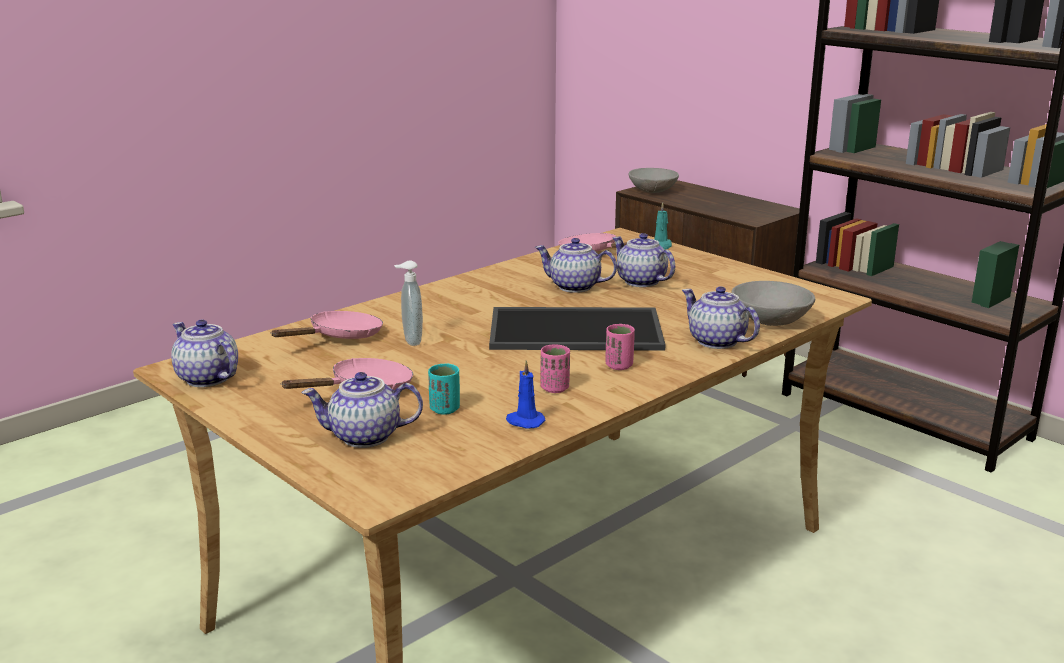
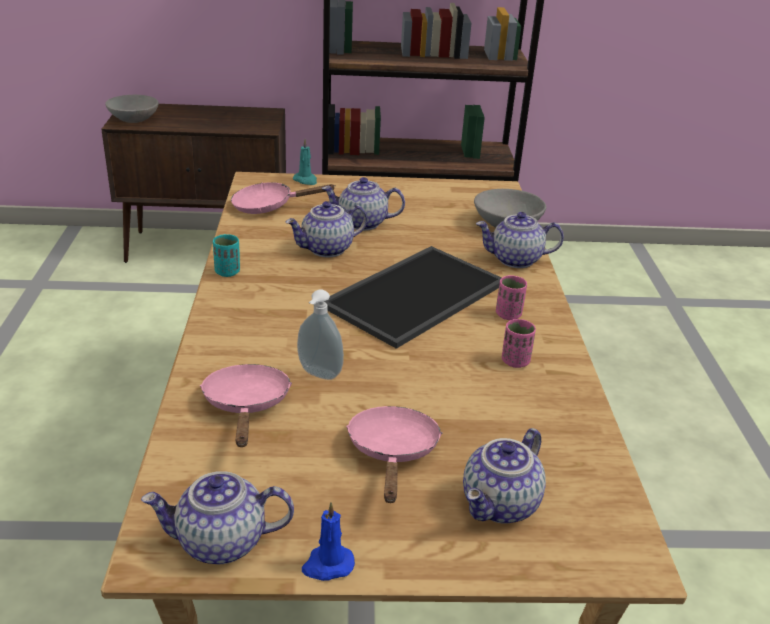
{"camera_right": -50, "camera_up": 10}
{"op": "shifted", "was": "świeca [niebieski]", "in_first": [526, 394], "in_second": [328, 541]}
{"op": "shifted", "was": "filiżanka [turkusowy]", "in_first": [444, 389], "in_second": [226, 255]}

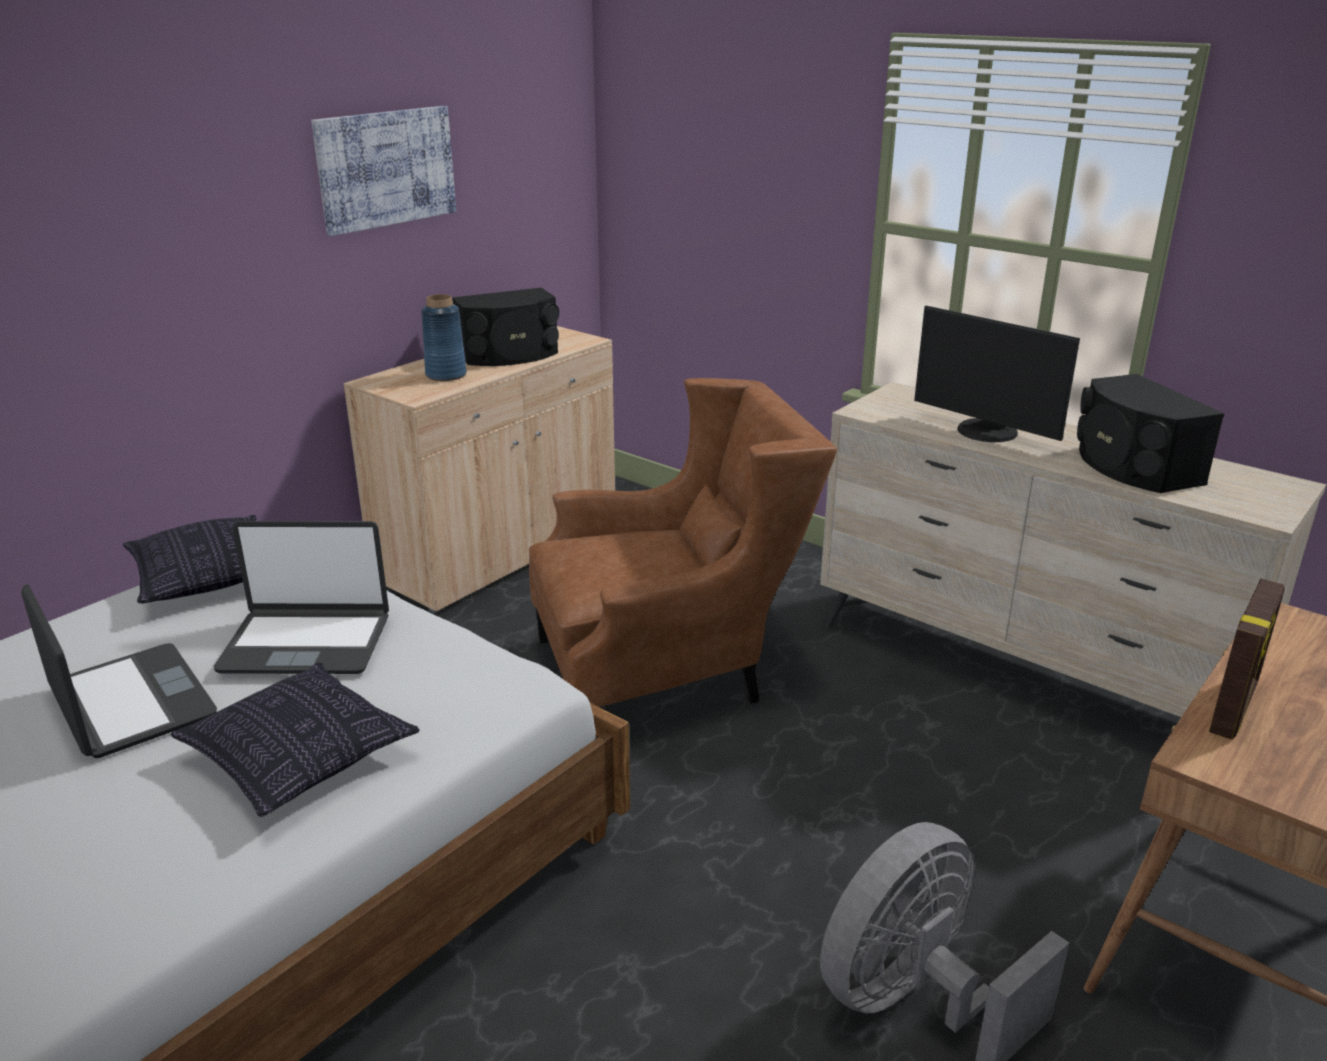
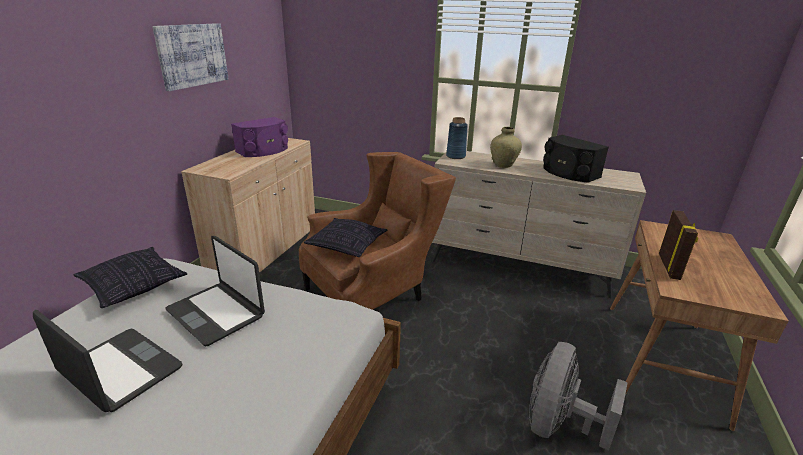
{"camera_right": -20, "camera_up": 0}
{"op": "repainted", "was": "głośnik [czarny]", "now": "głośnik [fioletowy]", "in_first": [505, 327], "in_second": [259, 137]}
{"op": "shifted", "was": "wazon [niebieski]", "in_first": [444, 337], "in_second": [457, 138]}
{"op": "swapped", "was": "monitor", "now": "wazon [beżowy]", "in_first": [997, 374], "in_second": [506, 147]}
{"op": "rotated", "was": "laptop", "in_first": [301, 597], "in_second": [215, 291], "clockwise": 60}
{"op": "shifted", "was": "poduszka", "in_first": [295, 739], "in_second": [346, 237]}

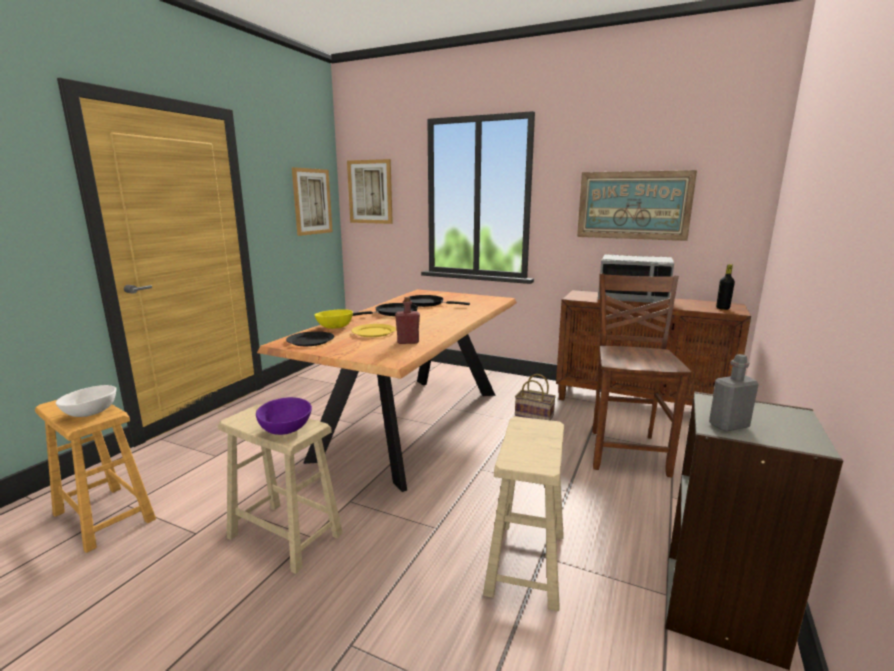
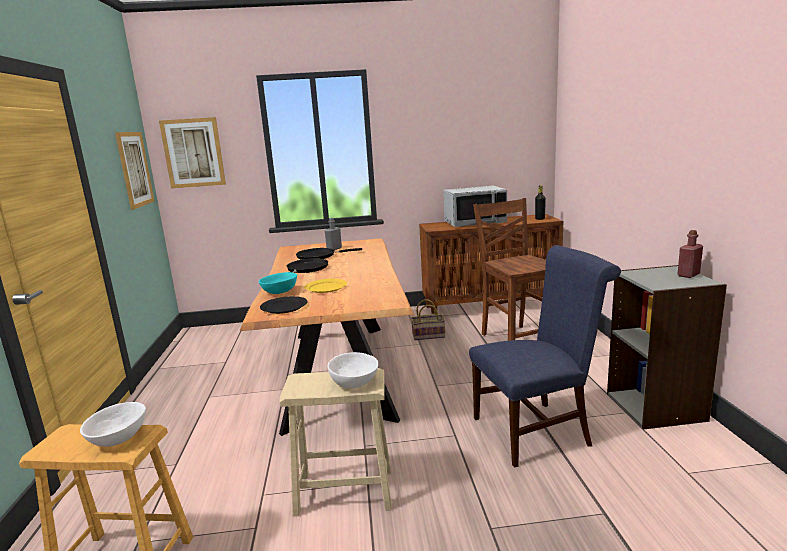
{"camera_right": -30, "camera_up": 0}
{"op": "gone", "was": "obraz", "in_first": [637, 205]}
{"op": "shifted", "was": "butelka [czerwony]", "in_first": [407, 320], "in_second": [690, 254]}
{"op": "repainted", "was": "miska [żółty]", "now": "miska [turkusowy]", "in_first": [334, 319], "in_second": [278, 283]}
{"op": "shifted", "was": "butelka [szary]", "in_first": [734, 393], "in_second": [333, 234]}
{"op": "repainted", "was": "miska [fioletowy]", "now": "miska [biały]", "in_first": [284, 416], "in_second": [353, 370]}
{"op": "swapped", "was": "stołek [beżowy]", "now": "krzesło [niebieski]", "in_first": [523, 513], "in_second": [545, 356]}

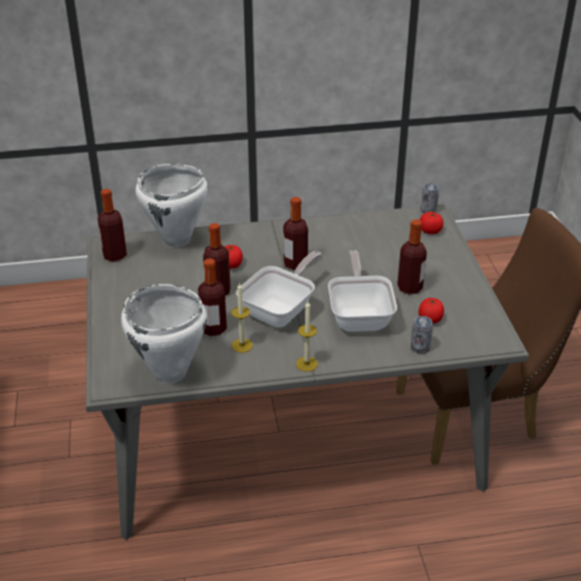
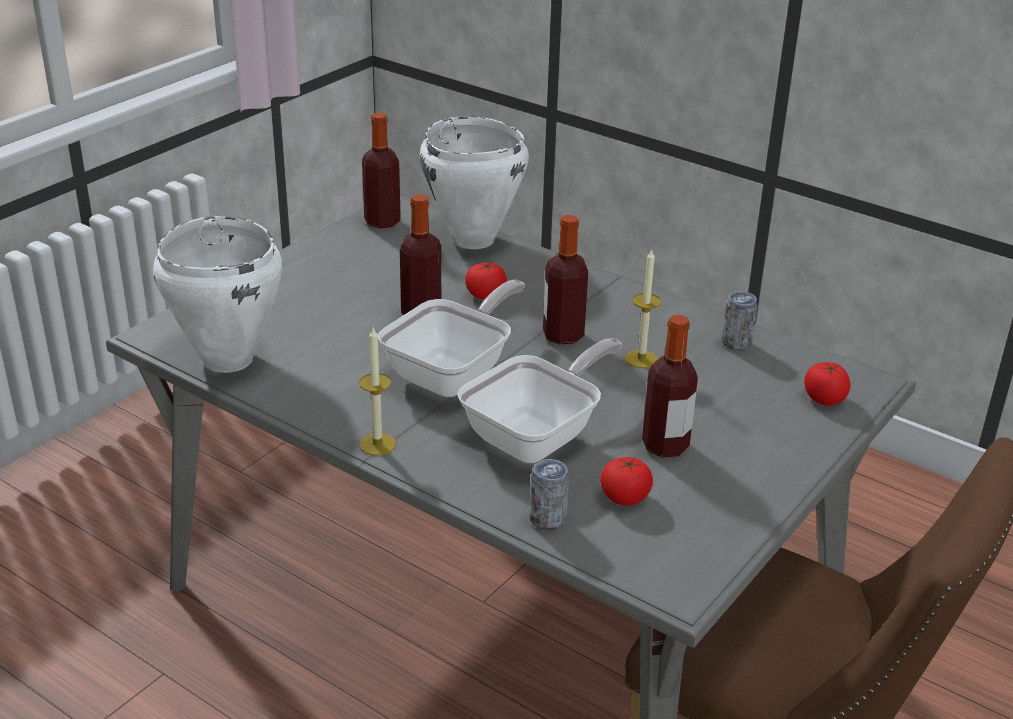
{"camera_right": 45, "camera_up": -5}
{"op": "shifted", "was": "puszka", "in_first": [429, 198], "in_second": [739, 320]}
{"op": "rotated", "was": "patelnia", "in_first": [278, 289], "in_second": [451, 338], "clockwise": -45}
{"op": "gone", "was": "butelka", "in_first": [212, 297]}
{"op": "shifted", "was": "świeca", "in_first": [242, 317], "in_second": [643, 308]}

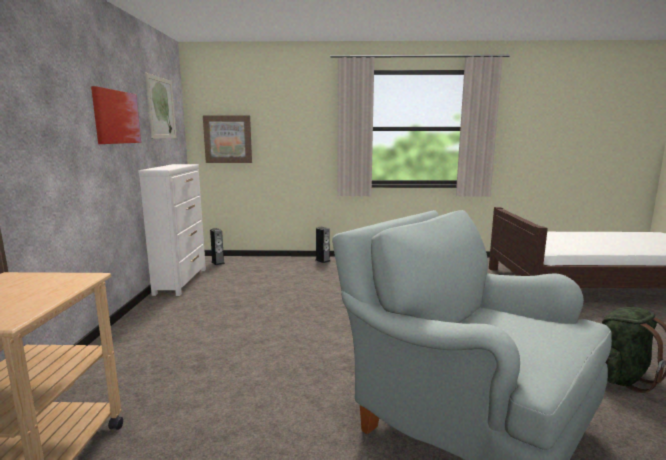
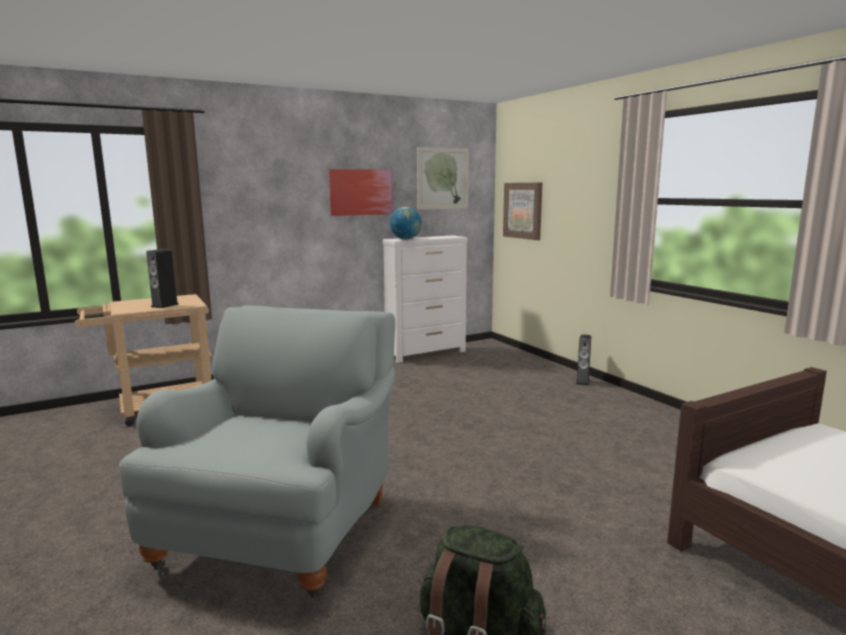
{"camera_right": 60, "camera_up": 0}
{"op": "shifted", "was": "głośnik", "in_first": [217, 246], "in_second": [162, 278]}
{"op": "new", "now": "globus", "in_second": [406, 223]}

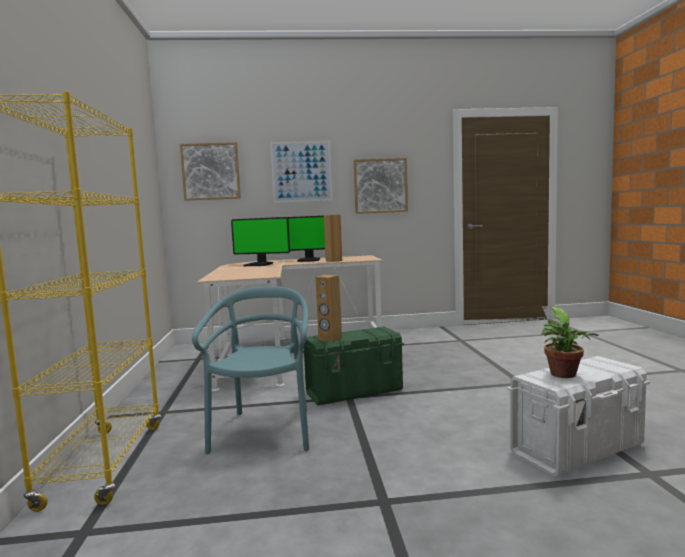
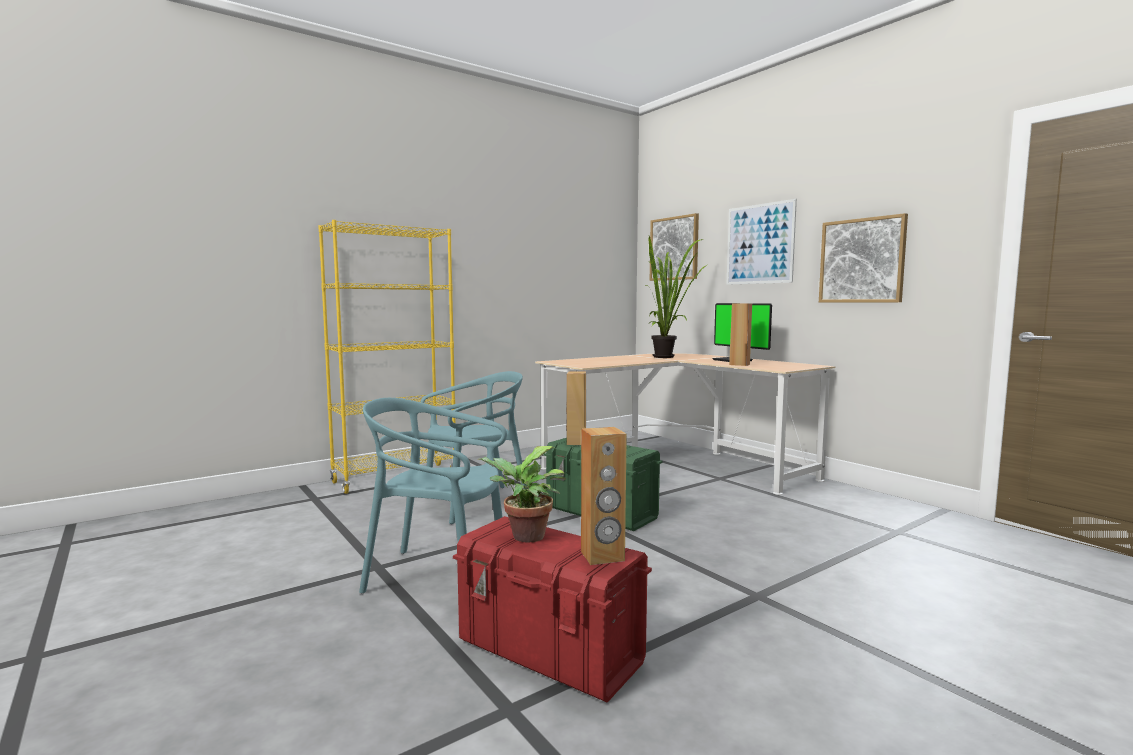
{"camera_right": 60, "camera_up": 0}
{"op": "swapped", "was": "monitor", "now": "roślina doniczkowa", "in_first": [260, 241], "in_second": [677, 297]}
{"op": "repainted", "was": "pojemnik do przechowywania [biały]", "now": "pojemnik do przechowywania [czerwony]", "in_first": [578, 416], "in_second": [552, 609]}
{"op": "new", "now": "krzesło [turkusowy]", "in_second": [433, 495]}
{"op": "new", "now": "głośnik [brązowy]", "in_second": [604, 496]}

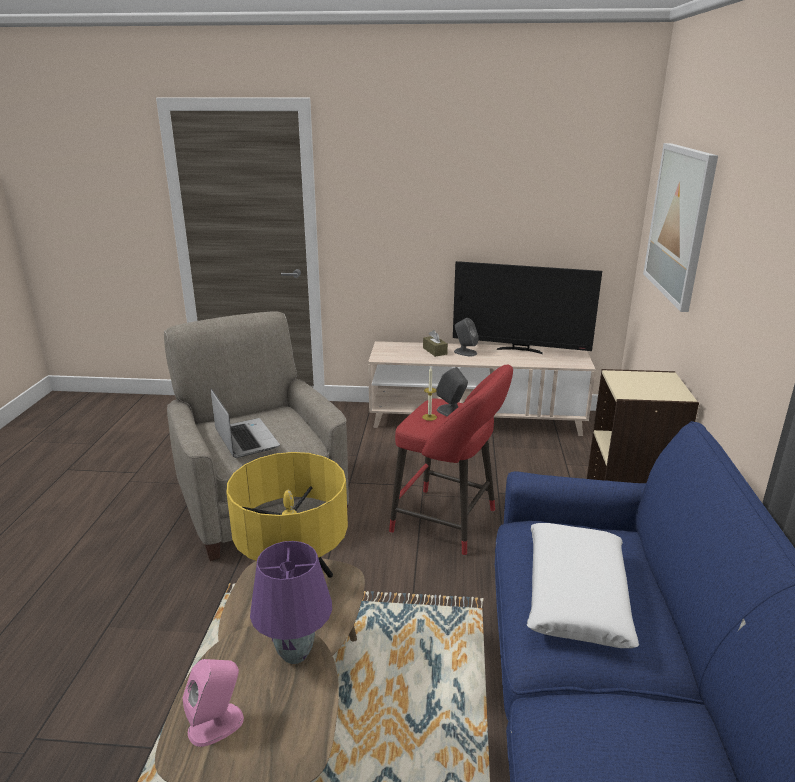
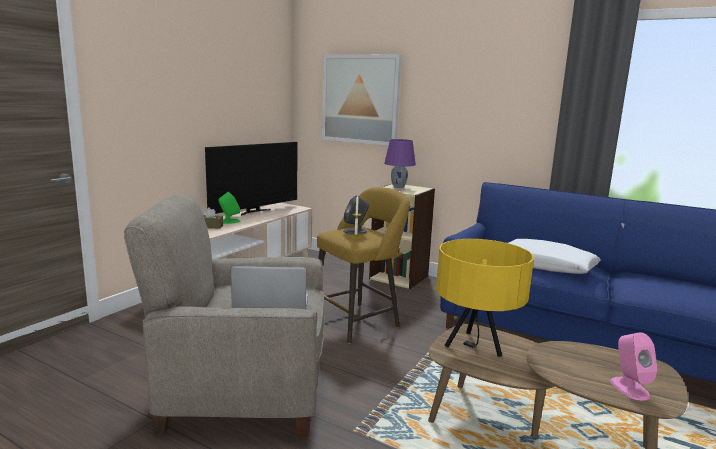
{"camera_right": -65, "camera_up": -10}
{"op": "repainted", "was": "głośnik [szary]", "now": "głośnik [zielony]", "in_first": [466, 337], "in_second": [229, 208]}
{"op": "repainted", "was": "stołek [czerwony]", "now": "stołek [żółty]", "in_first": [451, 460], "in_second": [363, 265]}
{"op": "shifted", "was": "lampa stołowa [fioletowy]", "in_first": [291, 602], "in_second": [400, 163]}

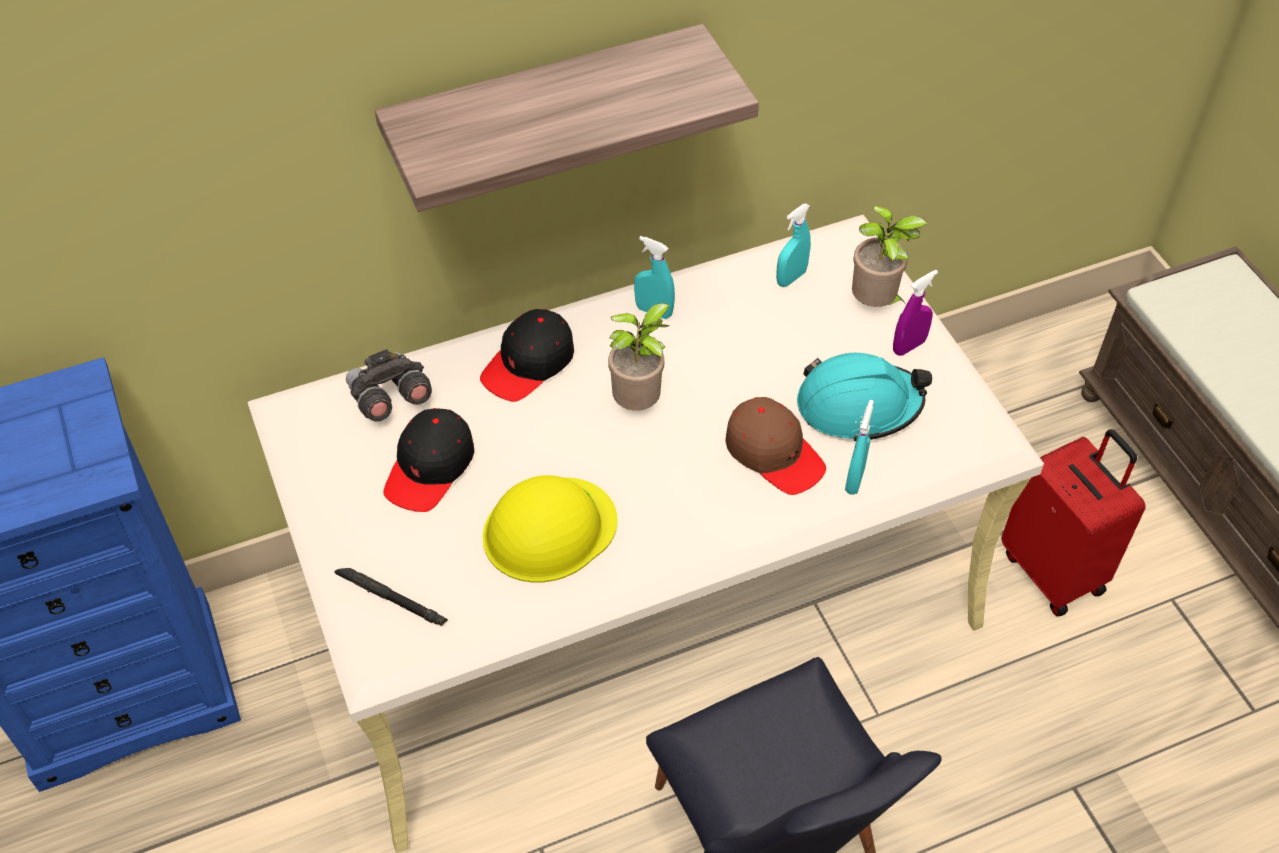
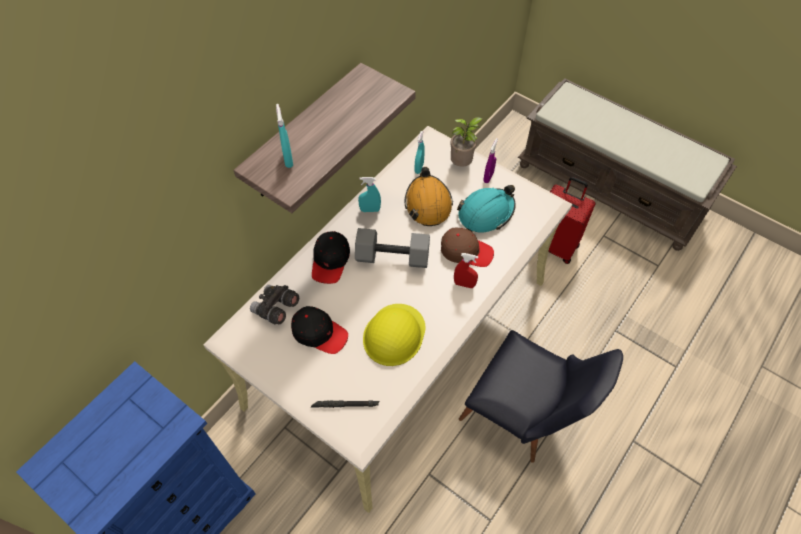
{"camera_right": -30, "camera_up": 5}
{"op": "swapped", "was": "roślina doniczkowa", "now": "hantel [szary]", "in_first": [639, 357], "in_second": [392, 248]}
{"op": "shifted", "was": "spryskiwacz [turkusowy]", "in_first": [859, 447], "in_second": [284, 136]}
{"op": "rotated", "was": "czapka z daszkiem [czarny]", "in_first": [428, 460], "in_second": [319, 330], "clockwise": -60}
{"op": "new", "now": "kask [pomarańczowy]", "in_second": [429, 196]}
{"op": "new", "now": "spryskiwacz [czerwony]", "in_second": [466, 270]}

